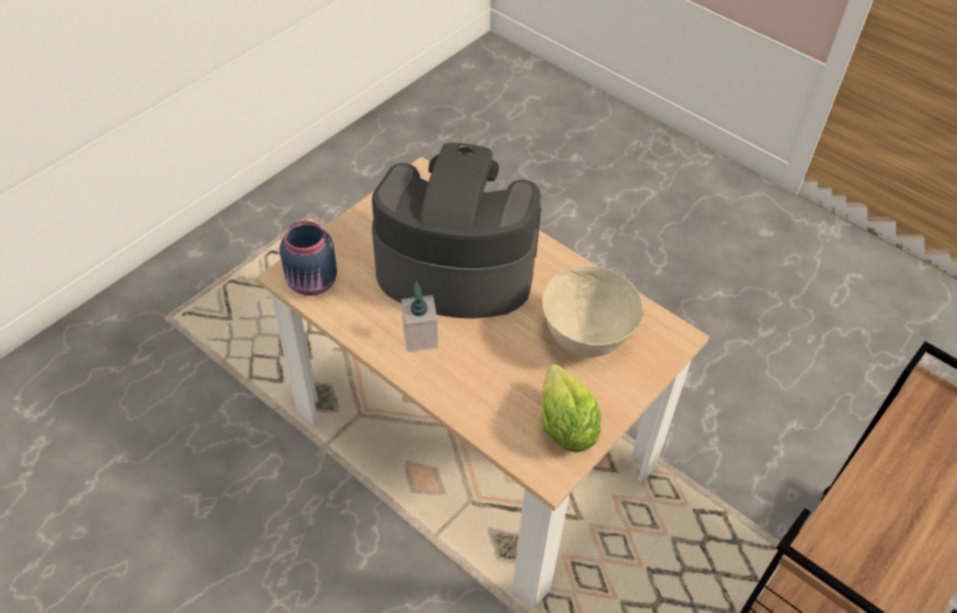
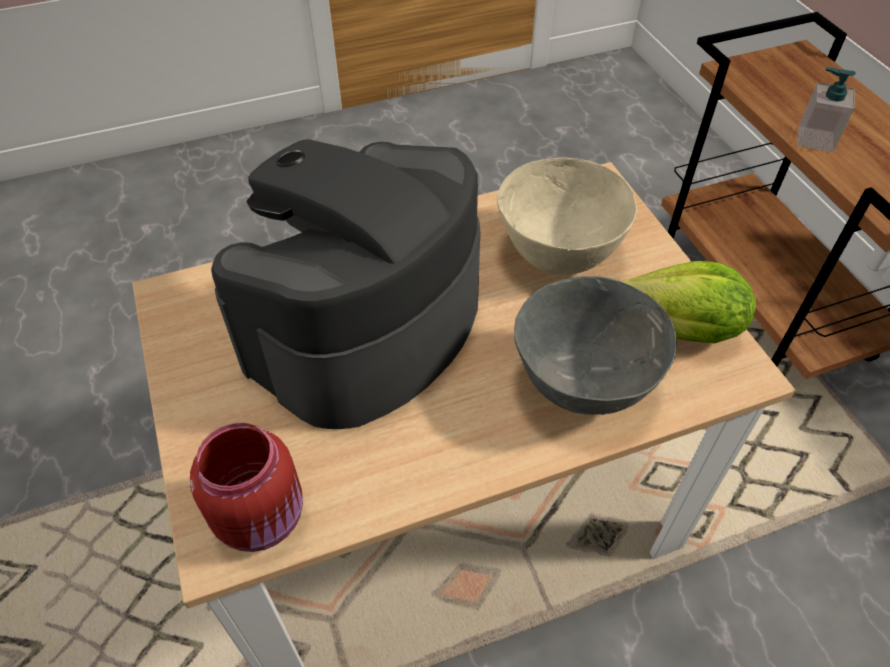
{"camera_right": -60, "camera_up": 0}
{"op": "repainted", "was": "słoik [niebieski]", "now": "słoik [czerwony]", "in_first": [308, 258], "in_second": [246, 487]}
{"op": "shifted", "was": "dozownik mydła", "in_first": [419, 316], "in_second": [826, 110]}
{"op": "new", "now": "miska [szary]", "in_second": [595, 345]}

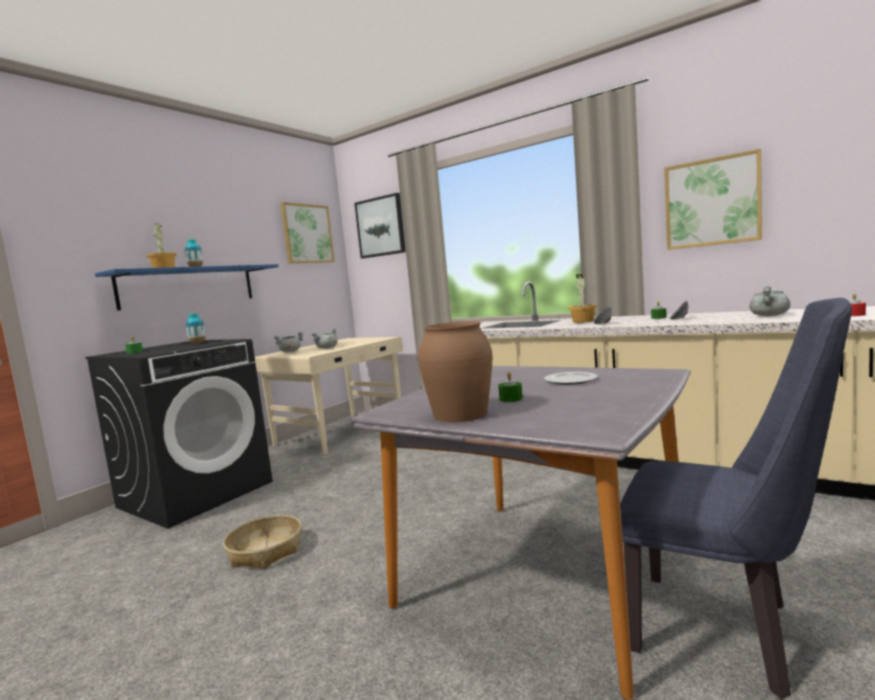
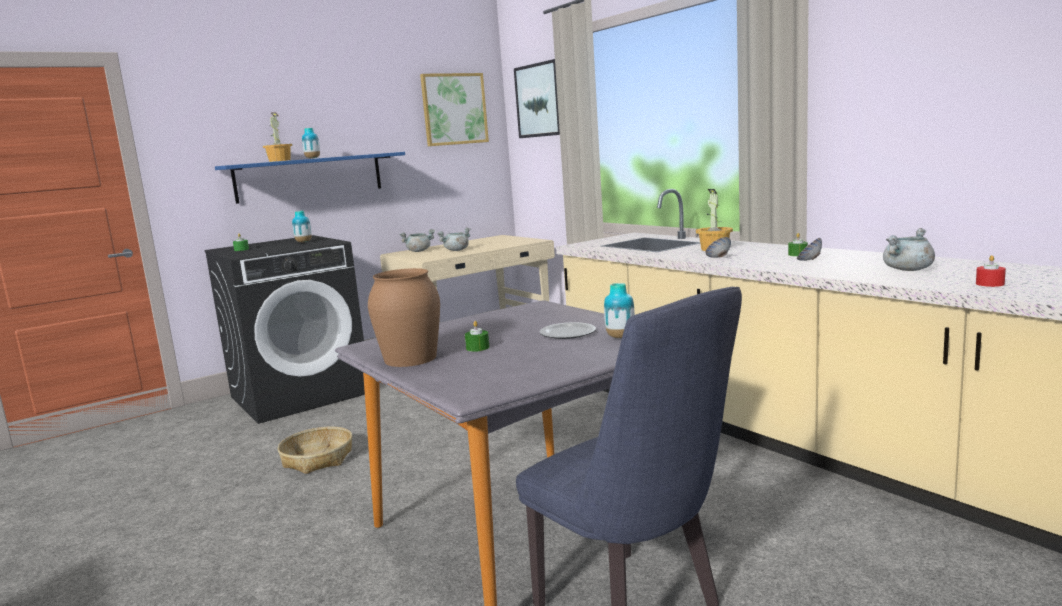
{"camera_right": 20, "camera_up": 5}
{"op": "gone", "was": "obraz", "in_first": [713, 199]}
{"op": "new", "now": "wazon", "in_second": [619, 310]}

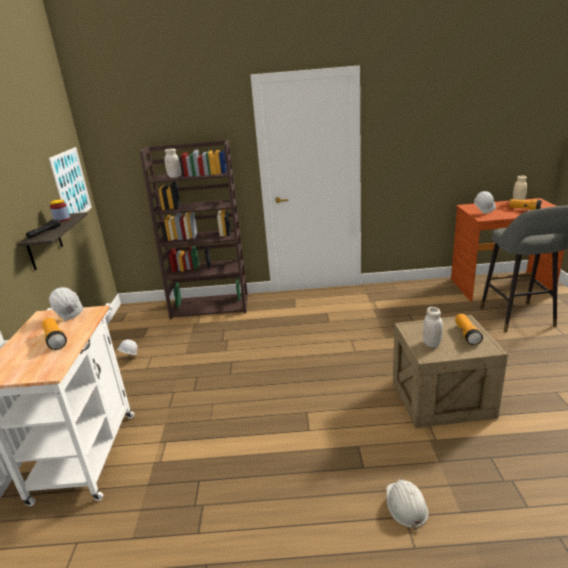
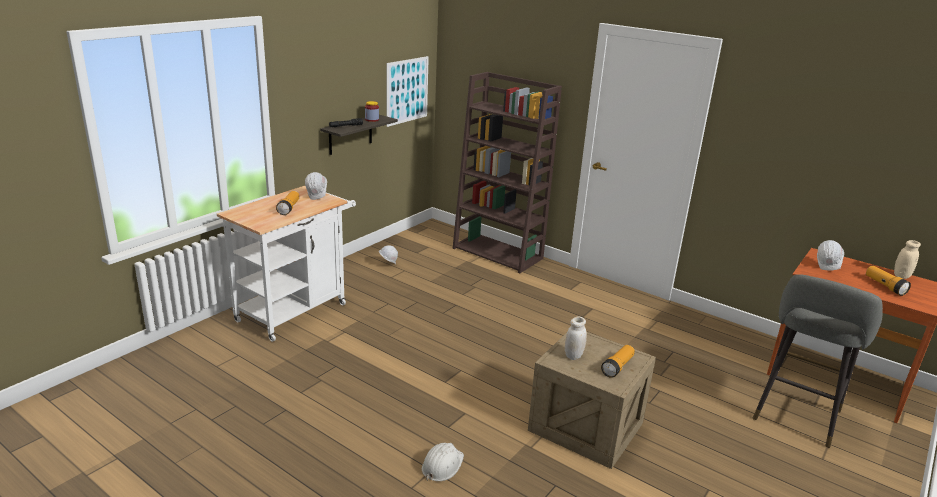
{"camera_right": 35, "camera_up": 0}
{"op": "gone", "was": "słoik [biały]", "in_first": [173, 163]}

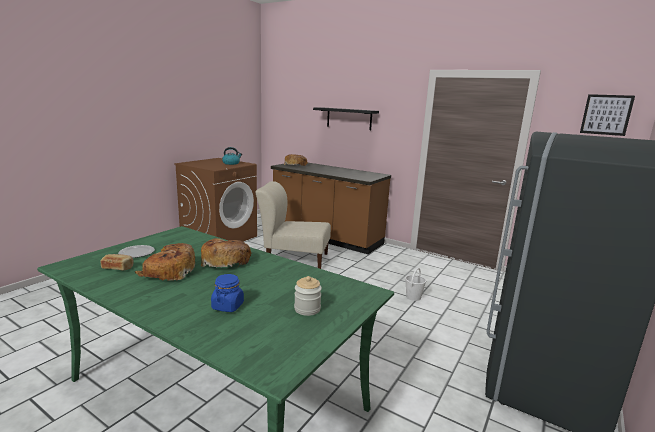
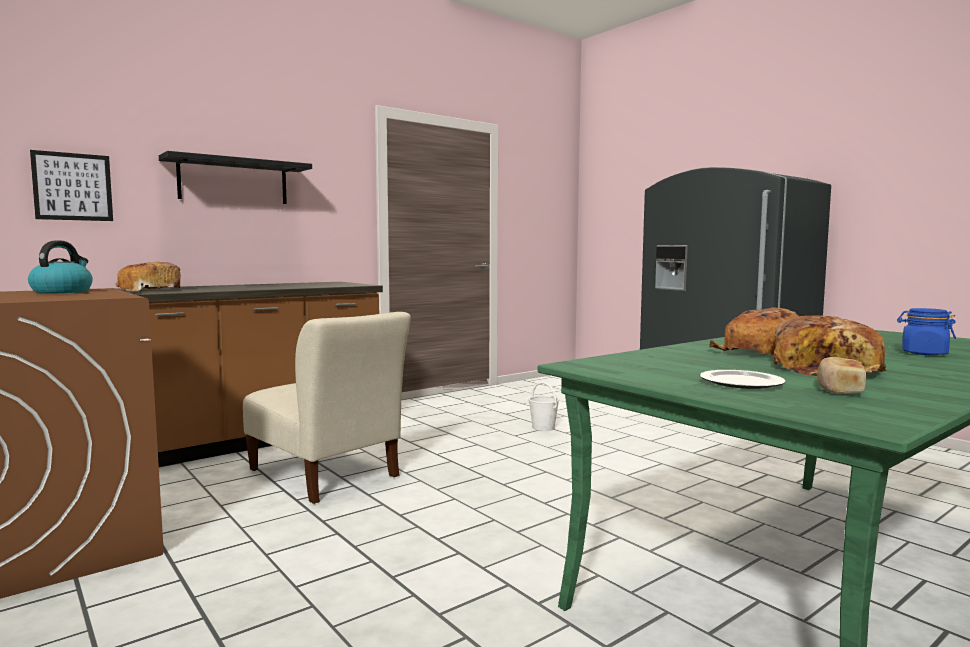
{"camera_right": -70, "camera_up": -10}
{"op": "shifted", "was": "obraz", "in_first": [607, 115], "in_second": [71, 185]}
{"op": "rotated", "was": "krzesło [beżowy]", "in_first": [293, 225], "in_second": [327, 408], "clockwise": -75}
{"op": "gone", "was": "słoik", "in_first": [308, 296]}

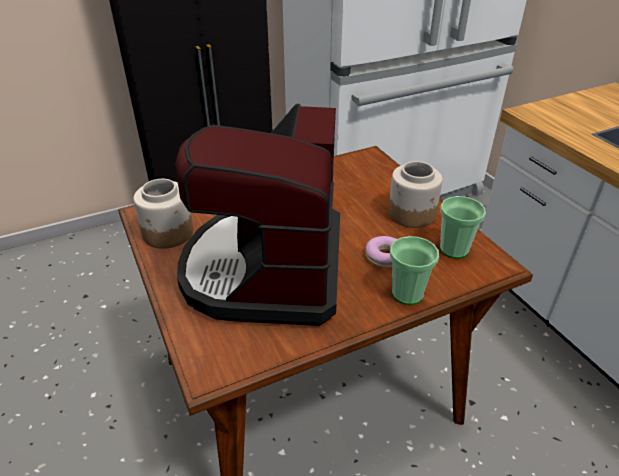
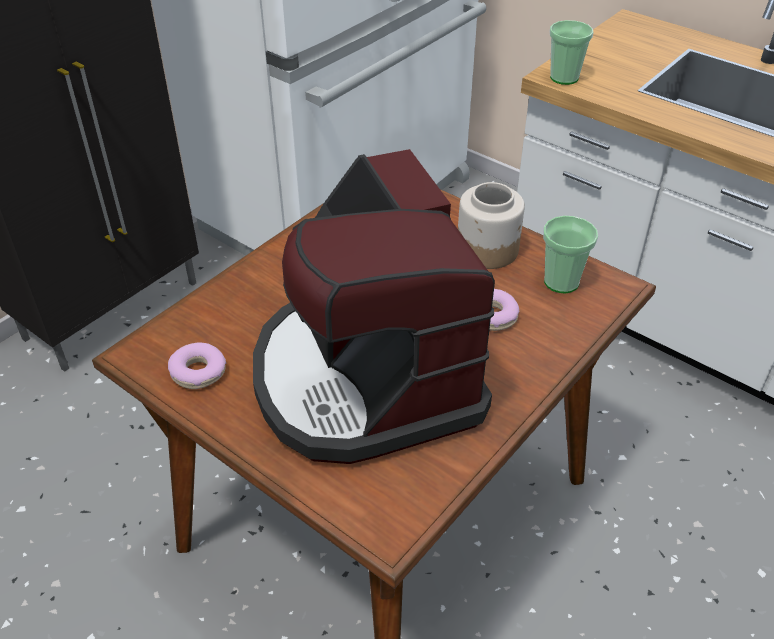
{"camera_right": -25, "camera_up": 5}
{"op": "swapped", "was": "słoik", "now": "donut", "in_first": [163, 214], "in_second": [197, 366]}
{"op": "shifted", "was": "filiżanka", "in_first": [414, 270], "in_second": [572, 52]}

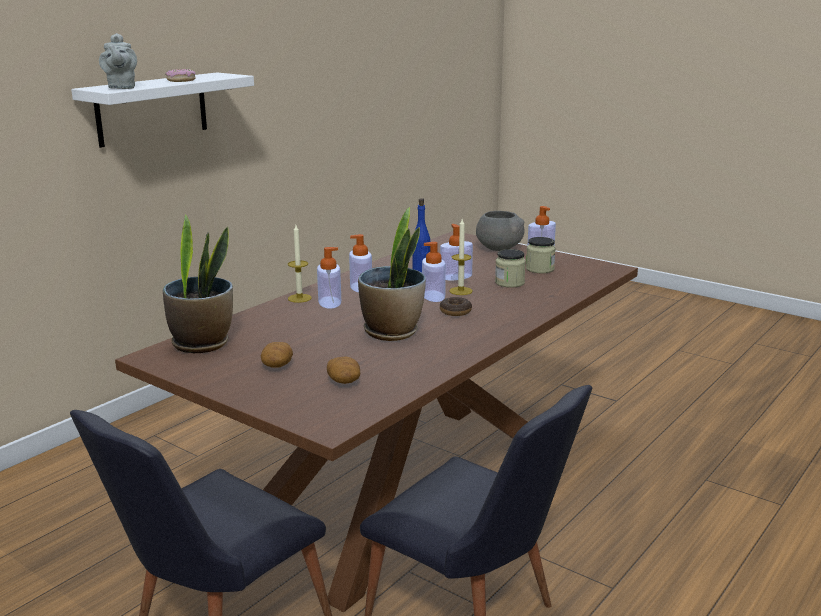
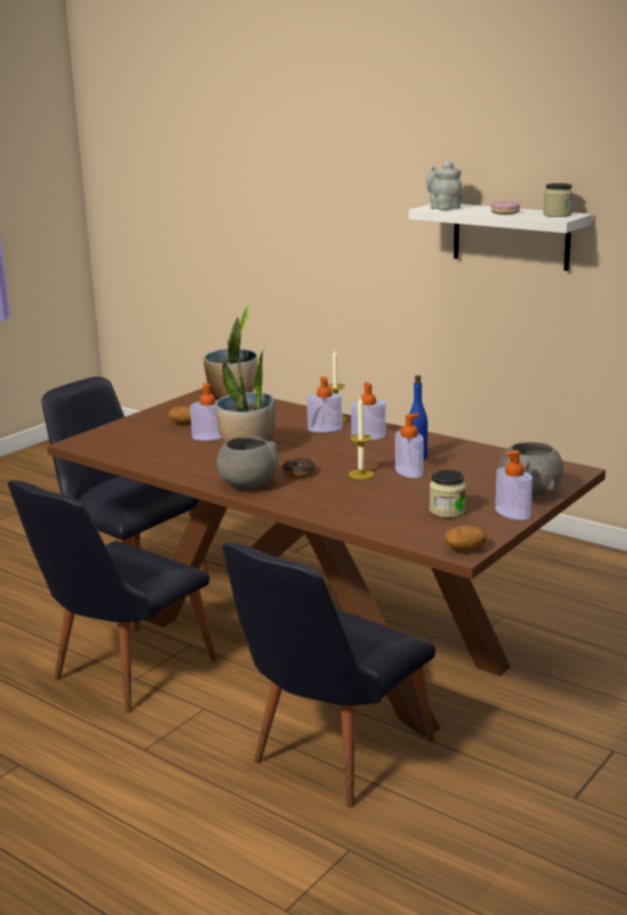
{"camera_right": 90, "camera_up": 0}
{"op": "rotated", "was": "imbryk [szary]", "in_first": [118, 61], "in_second": [444, 185], "clockwise": 75}
{"op": "shifted", "was": "dozownik mydła", "in_first": [434, 272], "in_second": [205, 411]}
{"op": "shifted", "was": "słoik", "in_first": [510, 268], "in_second": [558, 200]}
{"op": "shifted", "was": "ziemniak", "in_first": [343, 370], "in_second": [465, 538]}
{"op": "new", "now": "miska [szary]", "in_second": [247, 462]}
{"op": "new", "now": "krzesło [czarny]", "in_second": [329, 675]}

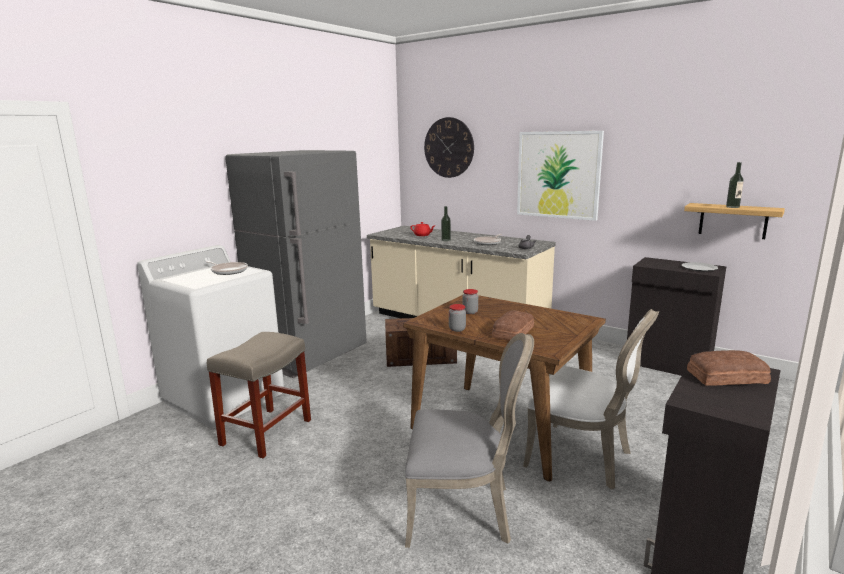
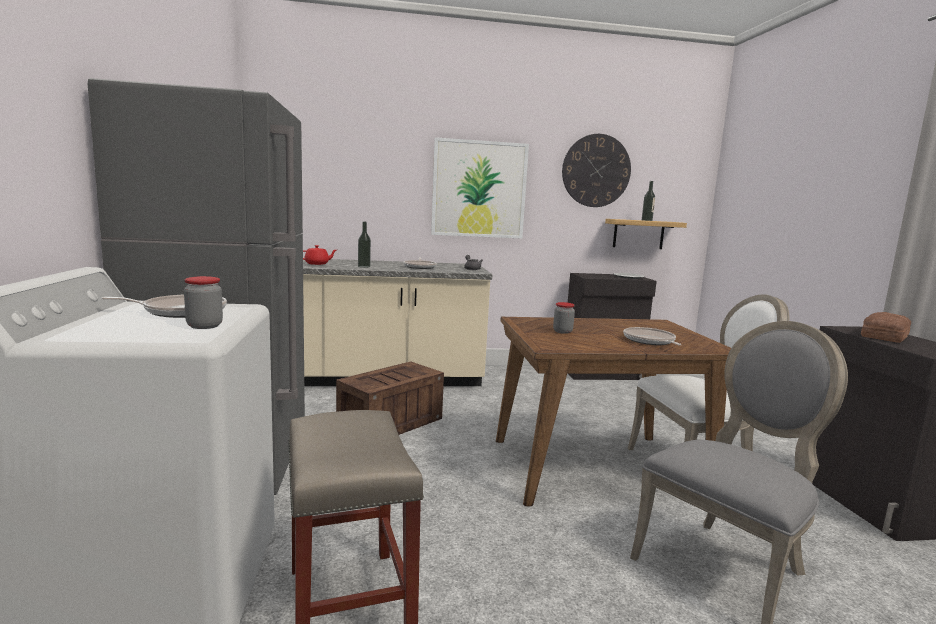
{"camera_right": -45, "camera_up": -5}
{"op": "shifted", "was": "zegar ścienny", "in_first": [449, 147], "in_second": [596, 170]}
{"op": "shifted", "was": "słoik", "in_first": [457, 318], "in_second": [203, 302]}
{"op": "swapped", "was": "chleb", "now": "patelnia", "in_first": [513, 325], "in_second": [652, 336]}

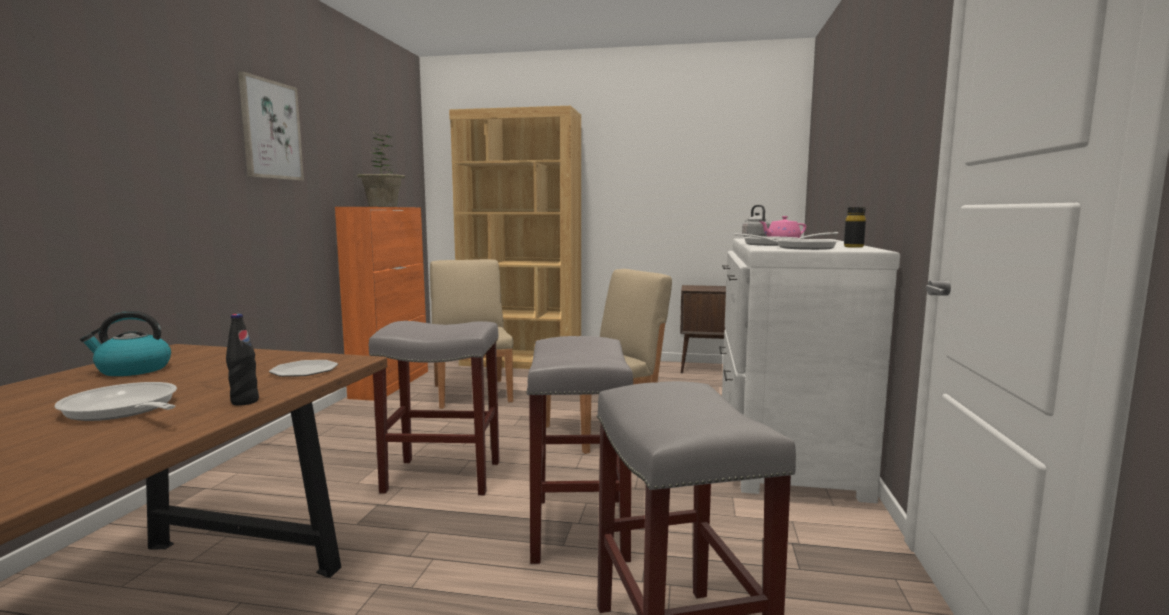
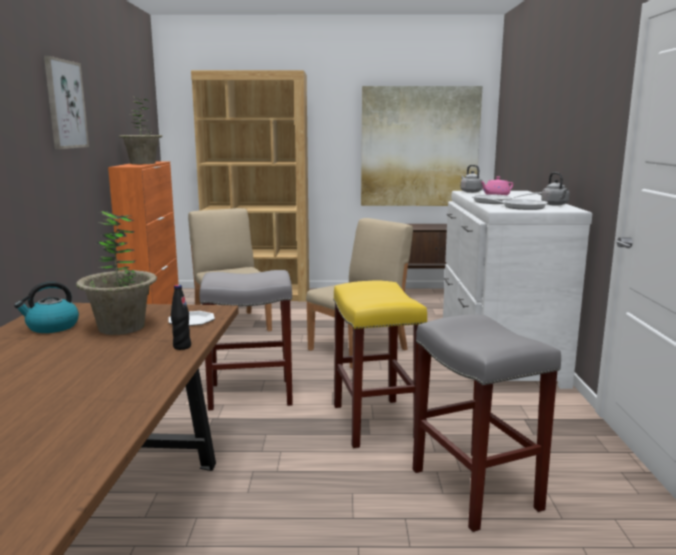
{"camera_right": -10, "camera_up": 5}
{"op": "swapped", "was": "butelka [czarny]", "now": "czajnik [szary]", "in_first": [855, 227], "in_second": [555, 189]}
{"op": "repainted", "was": "stołek [szary]", "now": "stołek [żółty]", "in_first": [579, 450], "in_second": [380, 364]}
{"op": "gone", "was": "patelnia", "in_first": [116, 401]}
{"op": "new", "now": "obraz", "in_second": [421, 146]}
{"op": "new", "now": "roślina doniczkowa", "in_second": [116, 273]}

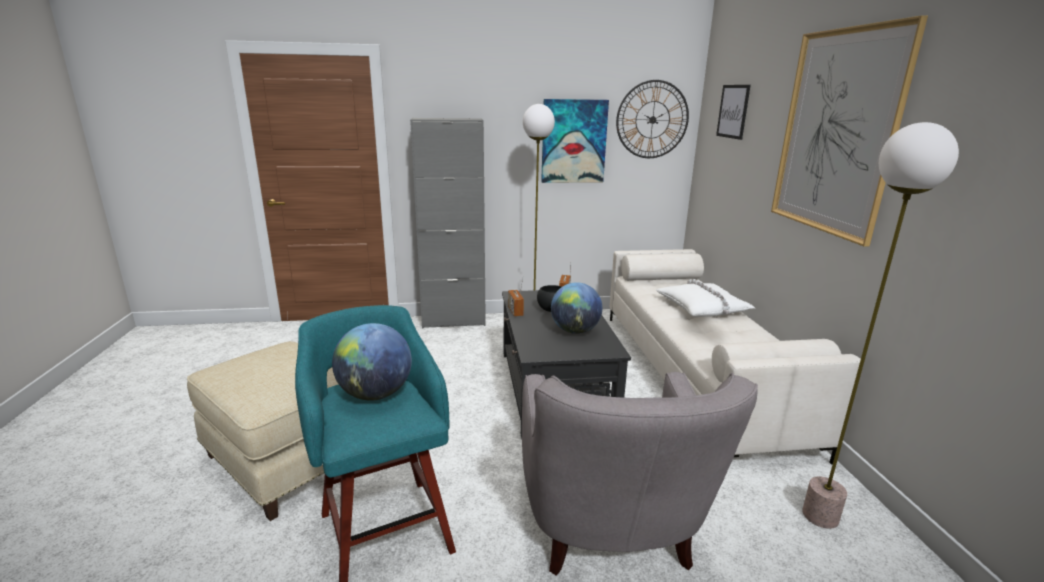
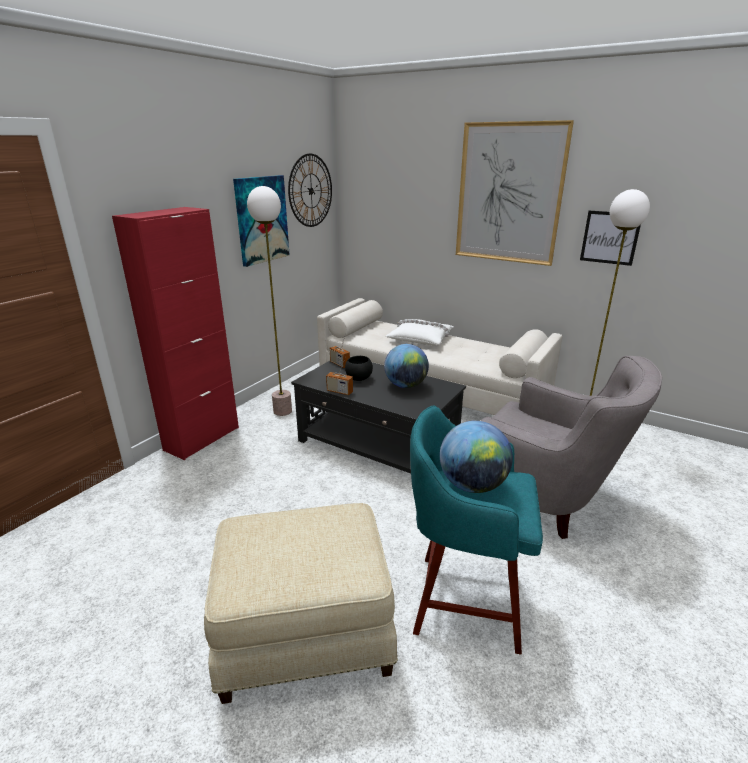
{"camera_right": -50, "camera_up": 5}
{"op": "shifted", "was": "obraz", "in_first": [733, 112], "in_second": [610, 238]}
{"op": "repainted", "was": "szafka [szary]", "now": "szafka [czerwony]", "in_first": [448, 223], "in_second": [175, 333]}

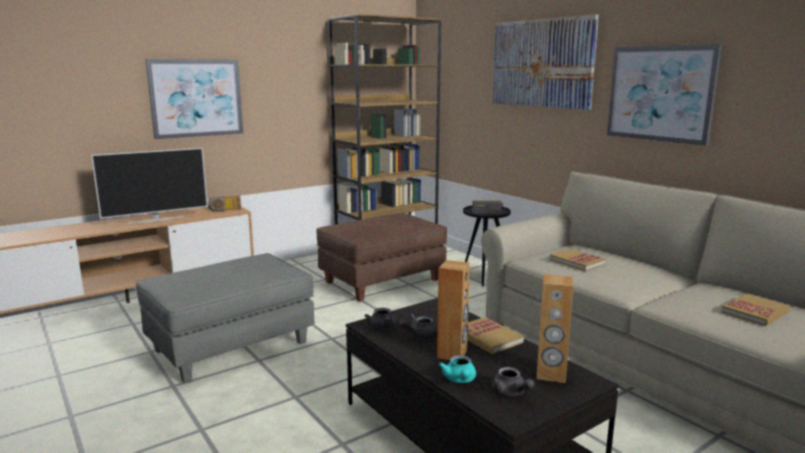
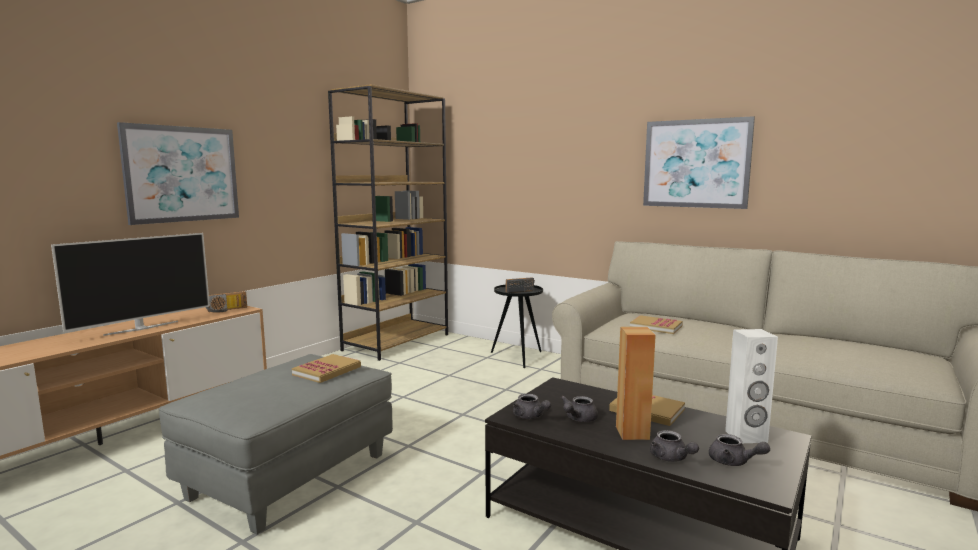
{"camera_right": -20, "camera_up": -5}
{"op": "gone", "was": "obraz", "in_first": [545, 62]}
{"op": "gone", "was": "pufa [brązowy]", "in_first": [381, 257]}
{"op": "repainted", "was": "głośnik [brązowy]", "now": "głośnik [biały]", "in_first": [555, 328], "in_second": [751, 386]}
{"op": "shifted", "was": "książka", "in_first": [755, 309], "in_second": [326, 368]}
{"op": "repainted", "was": "imbryk [turkusowy]", "now": "imbryk [szary]", "in_first": [457, 369], "in_second": [674, 446]}

